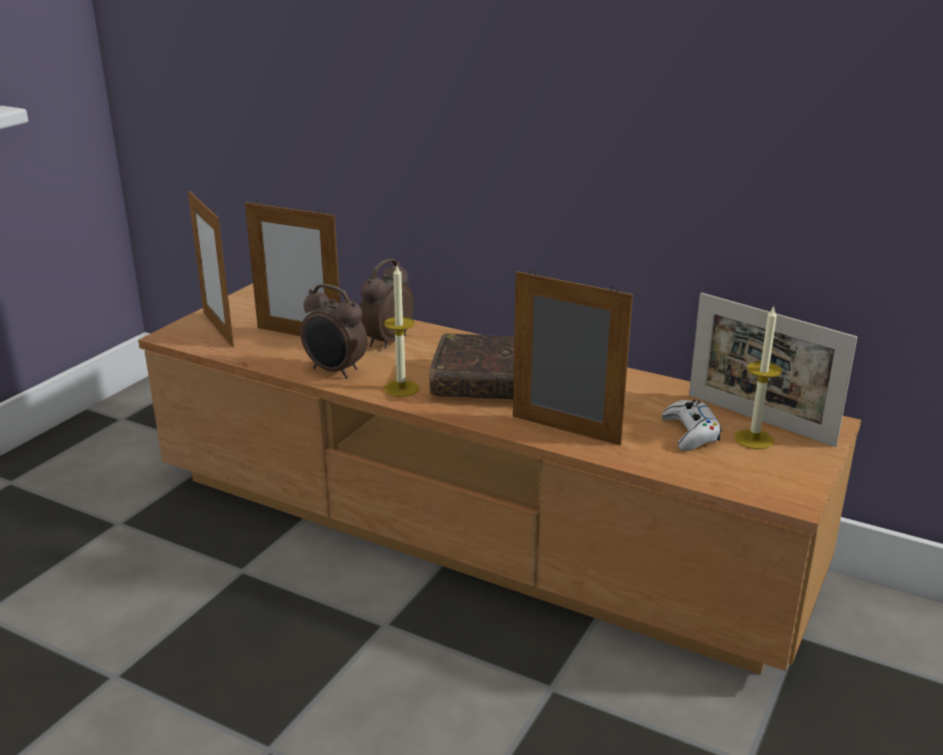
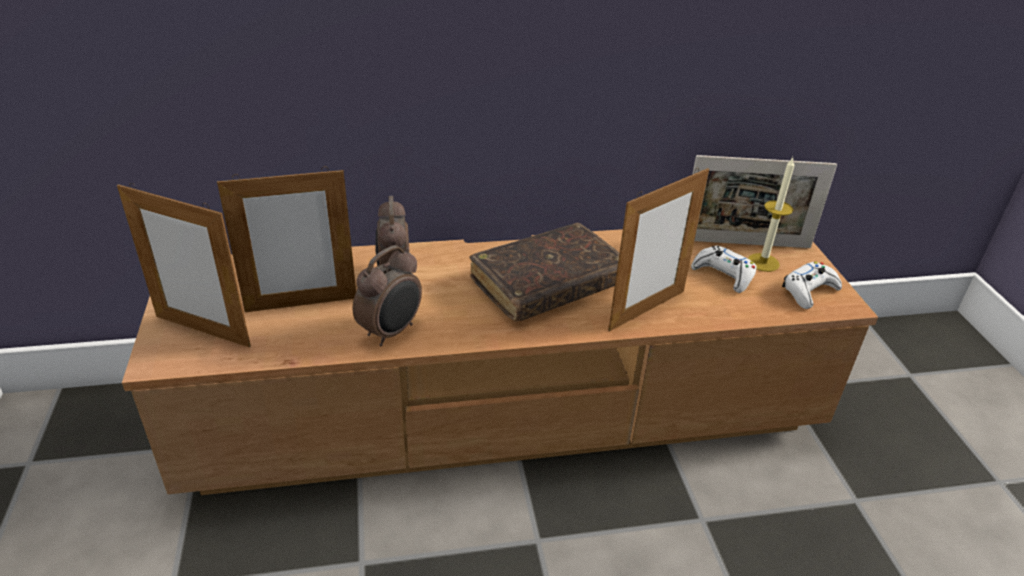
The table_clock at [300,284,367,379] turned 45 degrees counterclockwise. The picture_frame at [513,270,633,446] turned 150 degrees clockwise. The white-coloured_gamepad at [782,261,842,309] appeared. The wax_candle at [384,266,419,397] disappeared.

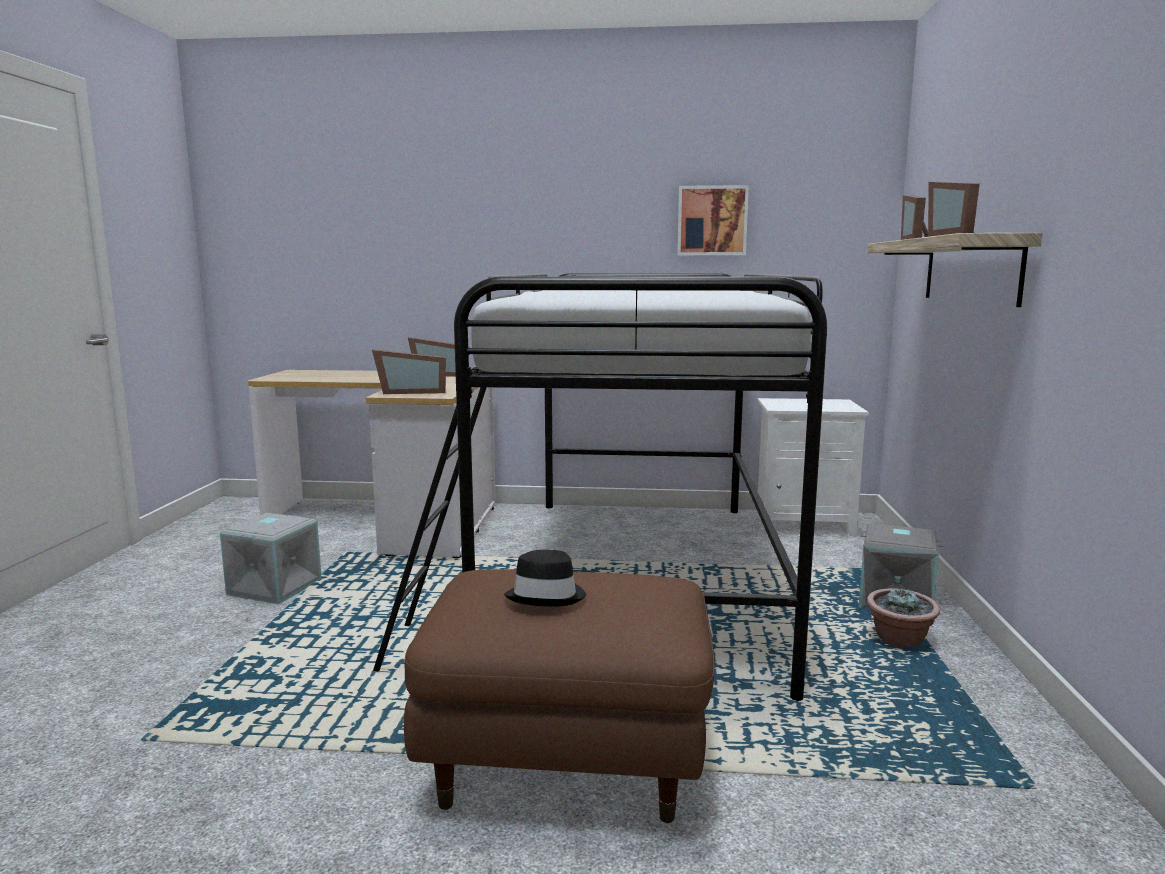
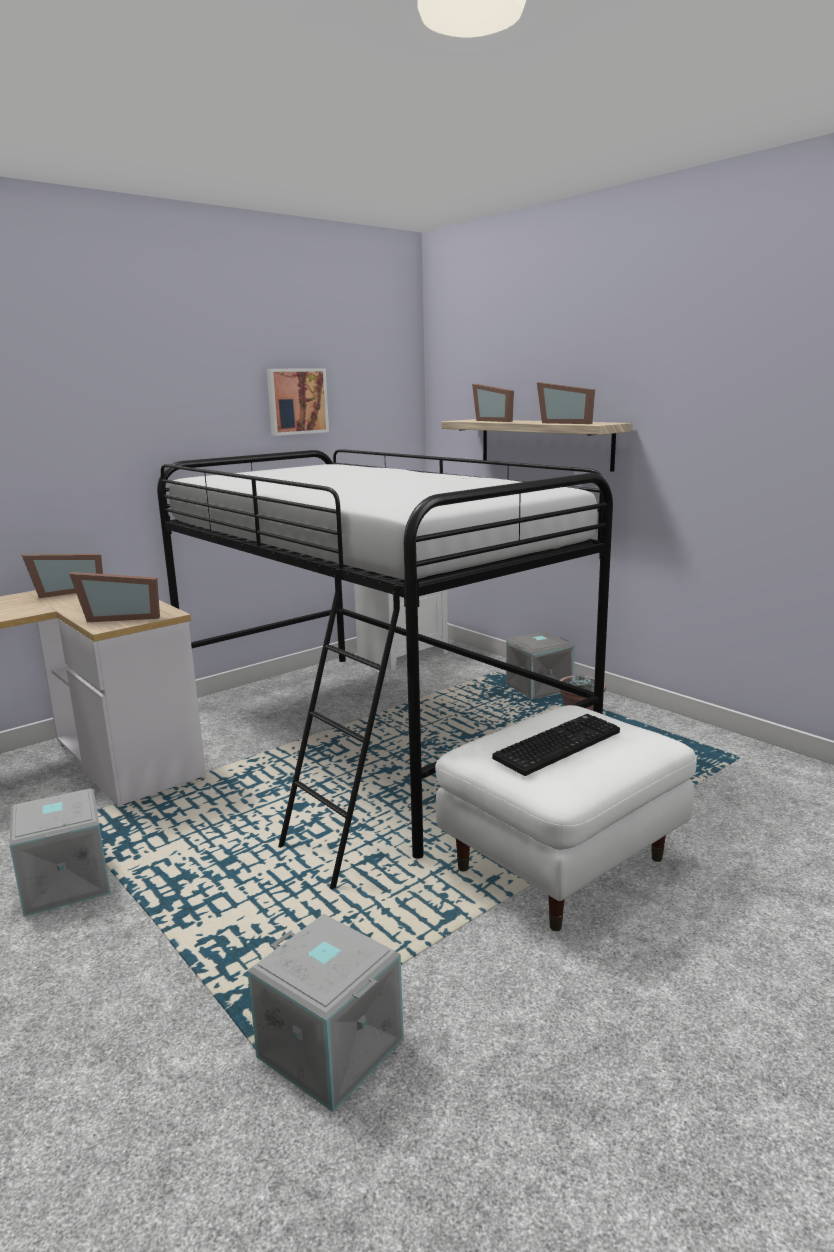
The picture_frame at [372,349,446,394] turned 45 degrees clockwise. The greyish_storage_container at [248,914,404,1112] appeared. The brownish_ottoman at [404,569,715,823] became the white-coloured_ottoman at [435,705,697,931]. The black_hat at [504,550,586,607] was replaced by the keyboard at [492,714,620,776].

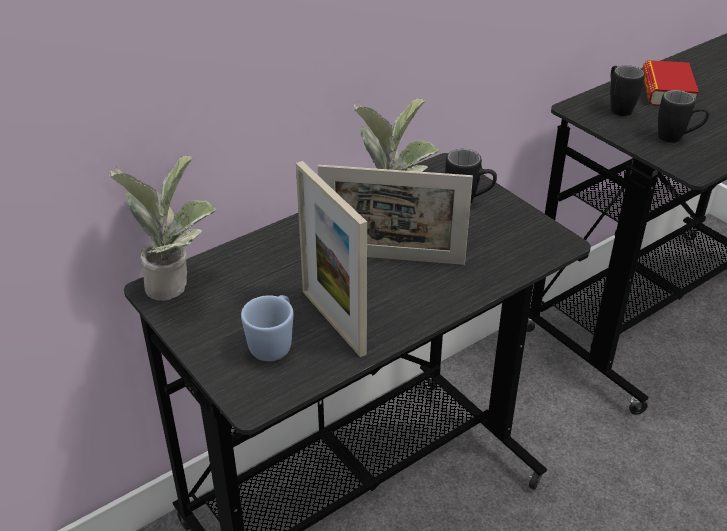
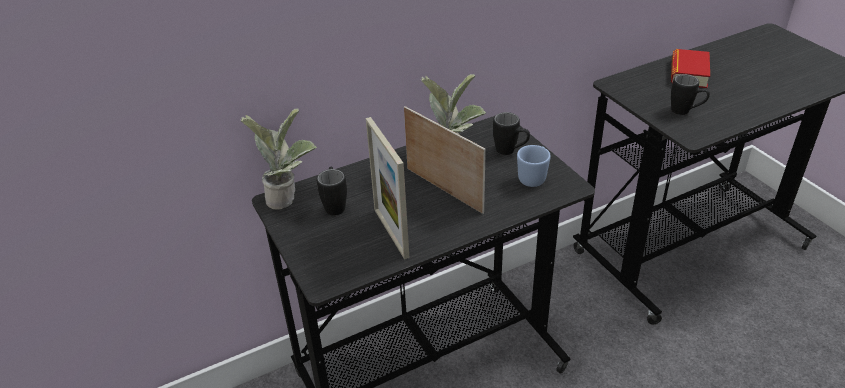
The black_coffee_mug moved from [610,65,645,116] to [317,167,347,215]. The picture_frame at [317,165,473,265] turned 150 degrees counterclockwise. The blue-coloured_coffee_mug moved from [241,295,293,361] to [517,145,551,187].

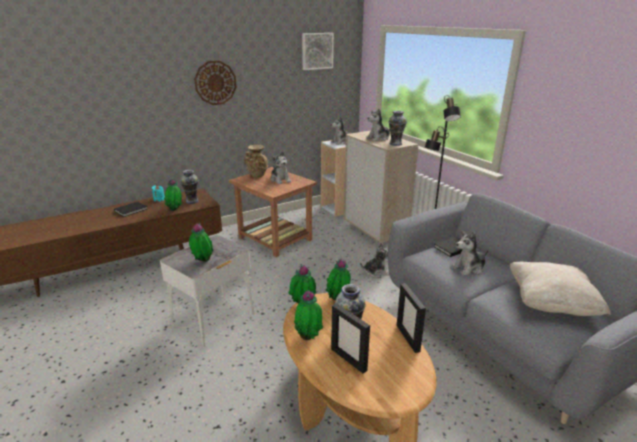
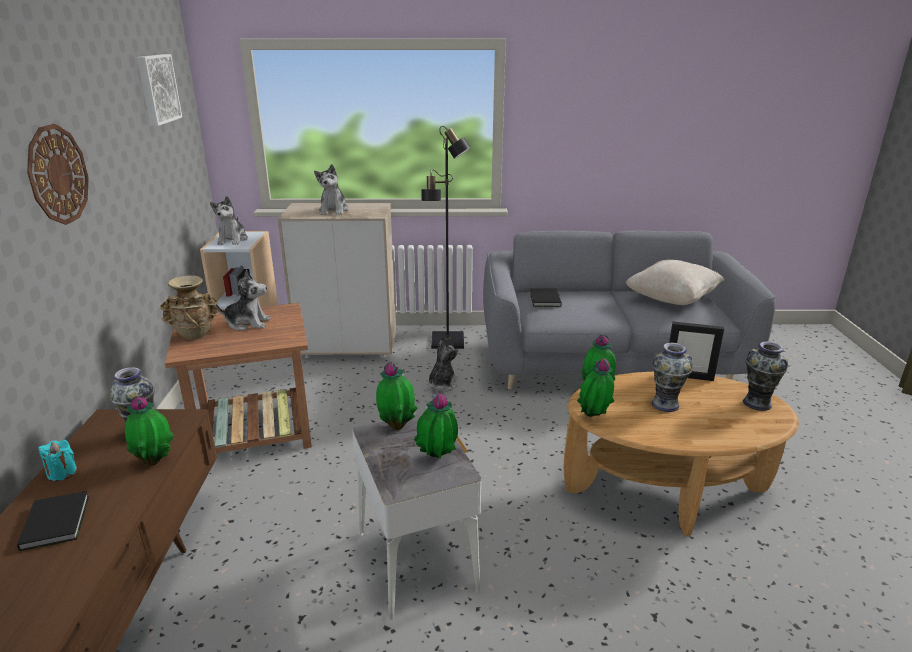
The plant_in_a_pot moved from [294,290,323,340] to [376,362,418,430]. The flower_vase moved from [389,111,407,146] to [743,341,788,411]. The picture_frame at [331,303,370,374] disappeared. The soft_toy at [451,230,489,276] disappeared.

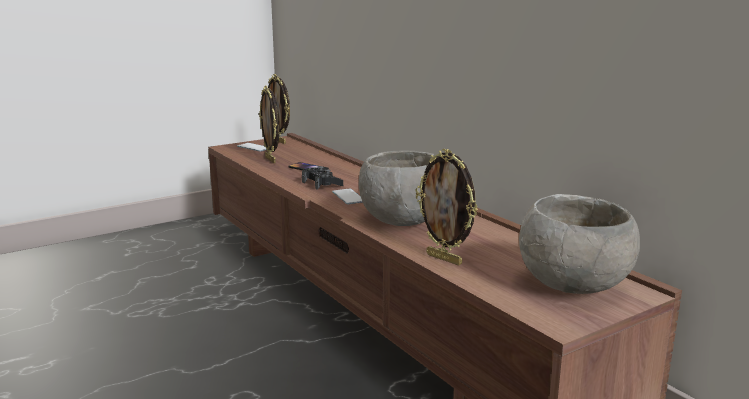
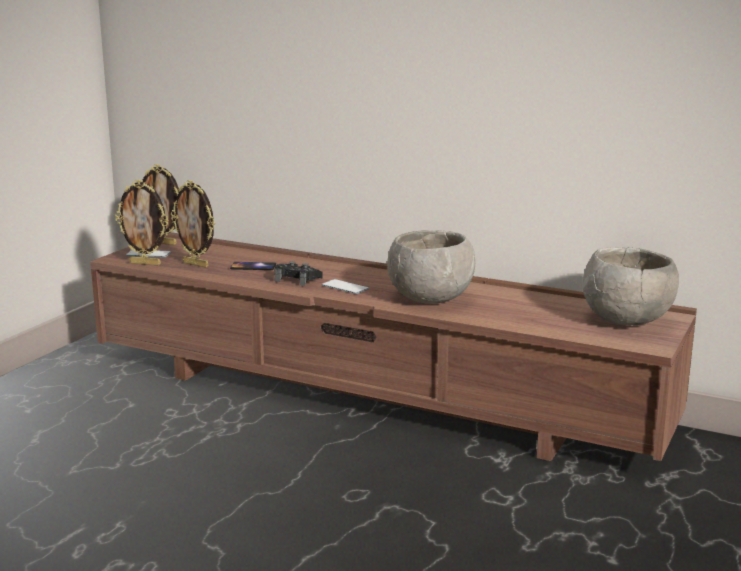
The picture_frame moved from [415,149,478,266] to [115,180,169,265].

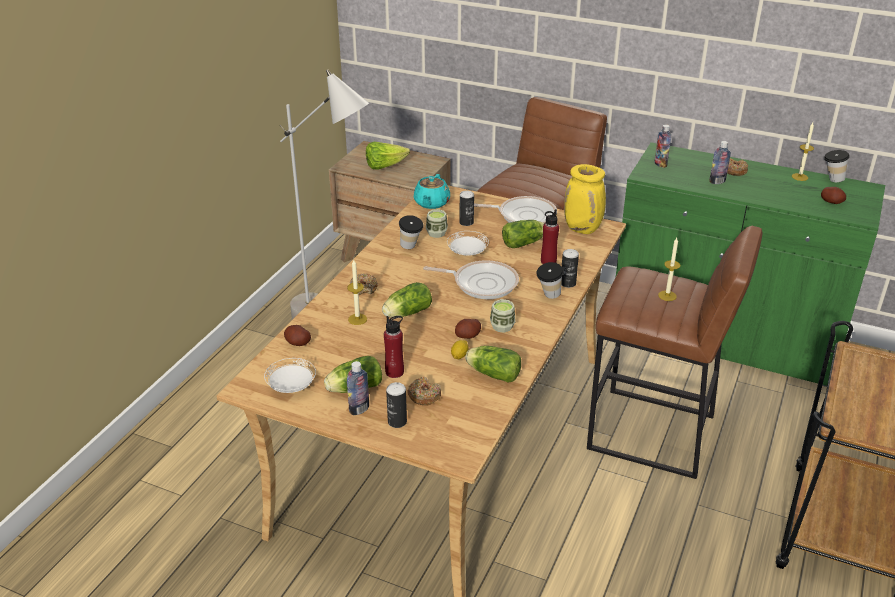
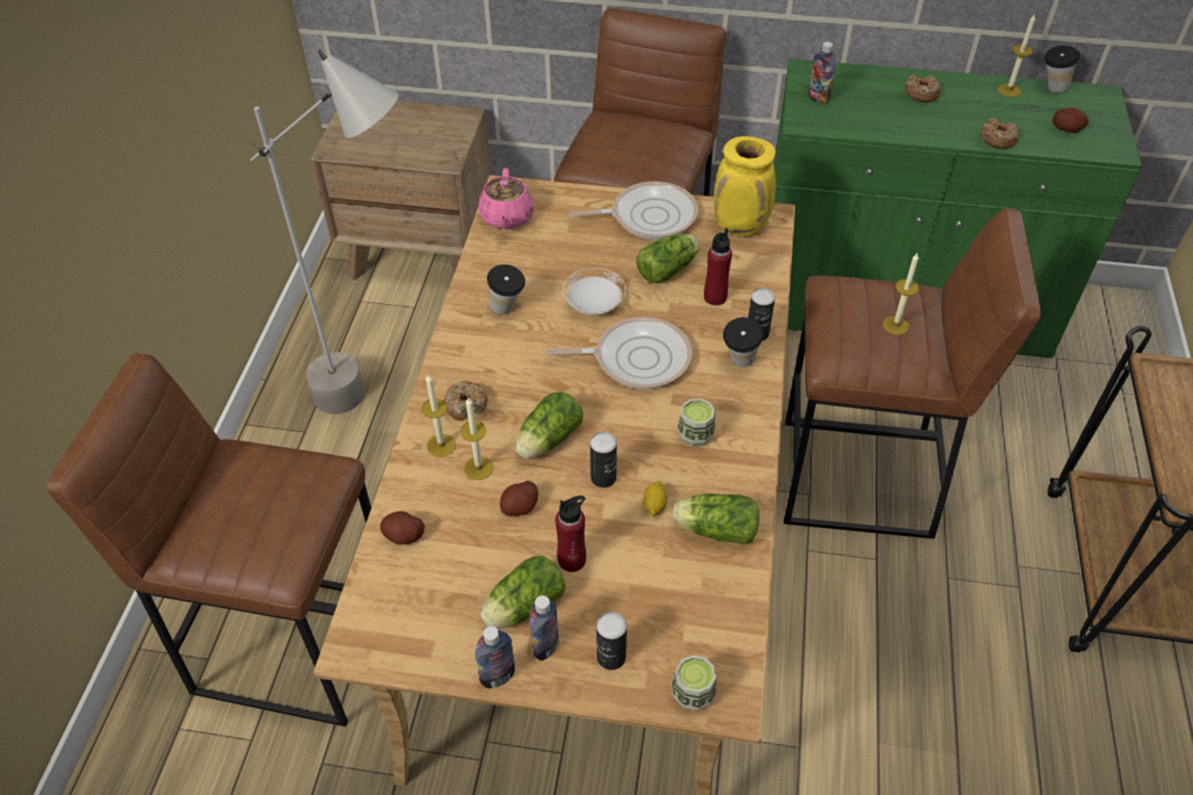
The brownish_sitting_stool at [46,353,371,727] appeared. The wax_candle at [422,374,456,457] appeared. The bottle moved from [709,141,731,184] to [475,626,515,689]. The turquoise_pot_for_tea at [414,174,450,209] became the pinkish_pot_for_tea at [478,168,534,229]. The spud moved from [455,319,481,339] to [500,481,538,516]. The metal_can moved from [459,191,474,226] to [590,432,617,488]. The drinking_cup moved from [426,209,448,238] to [671,655,717,711]. The ring_doughnut moved from [407,377,441,406] to [981,118,1019,149]. The white-coloured_flat_dish at [264,358,316,393] disappeared. The head_of_lettuce at [366,142,410,170] disappeared.

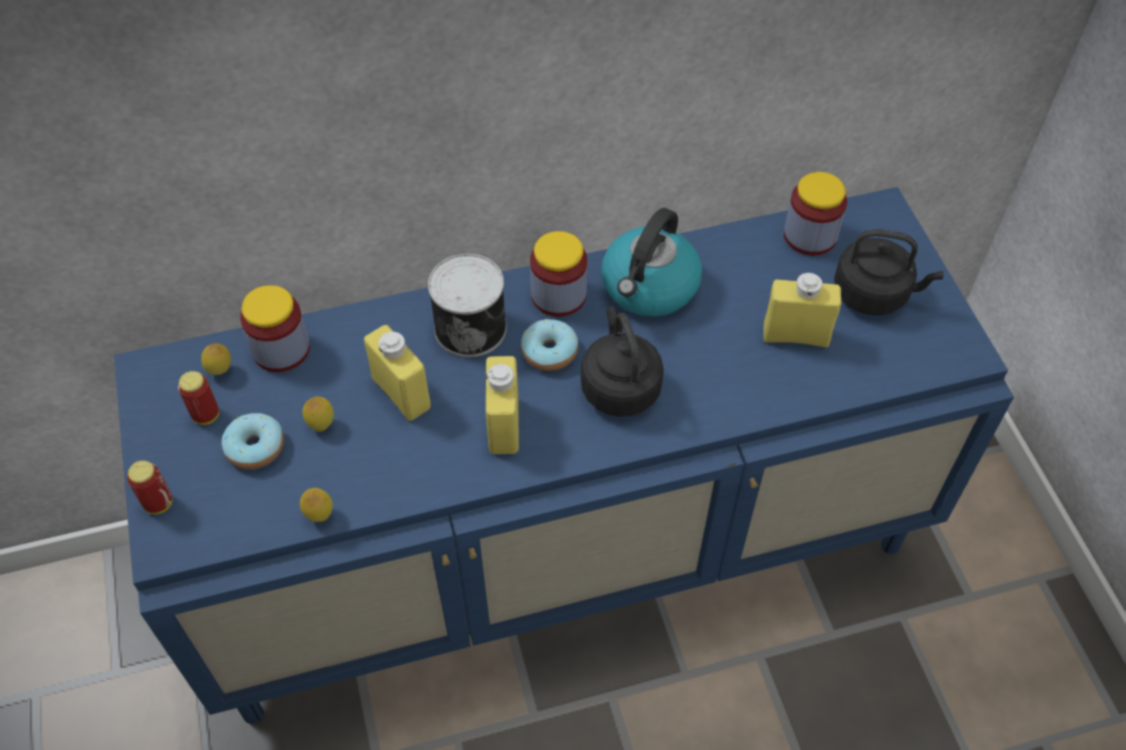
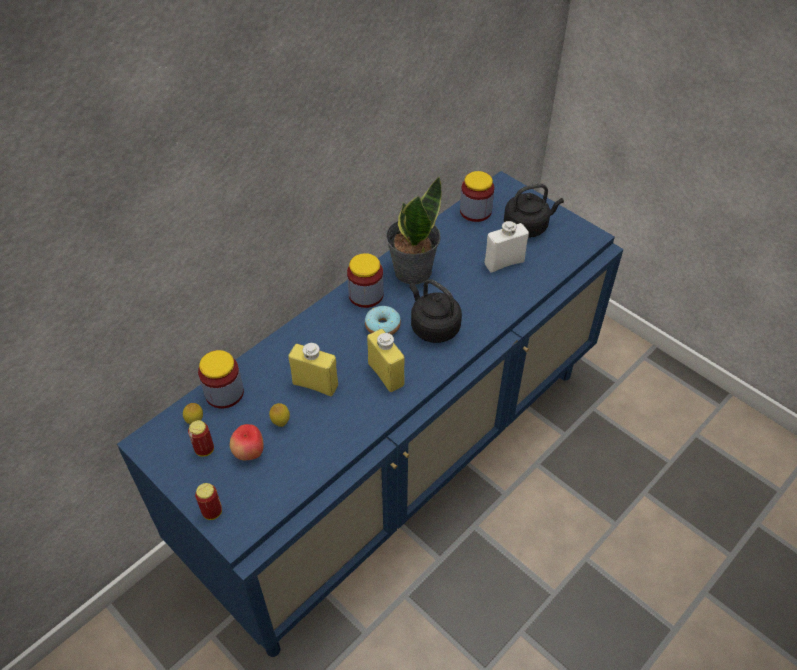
The ring_doughnut at [222,413,284,469] was replaced by the apple at [230,424,264,460]. The water_kettle at [601,208,702,317] was replaced by the plant_in_a_pot at [386,176,442,284]. The yellowish_bottle at [763,273,841,347] became the white-coloured_bottle at [485,221,529,273]. The lemon at [300,488,333,522] disappeared. The metal_can at [428,254,507,358] disappeared.

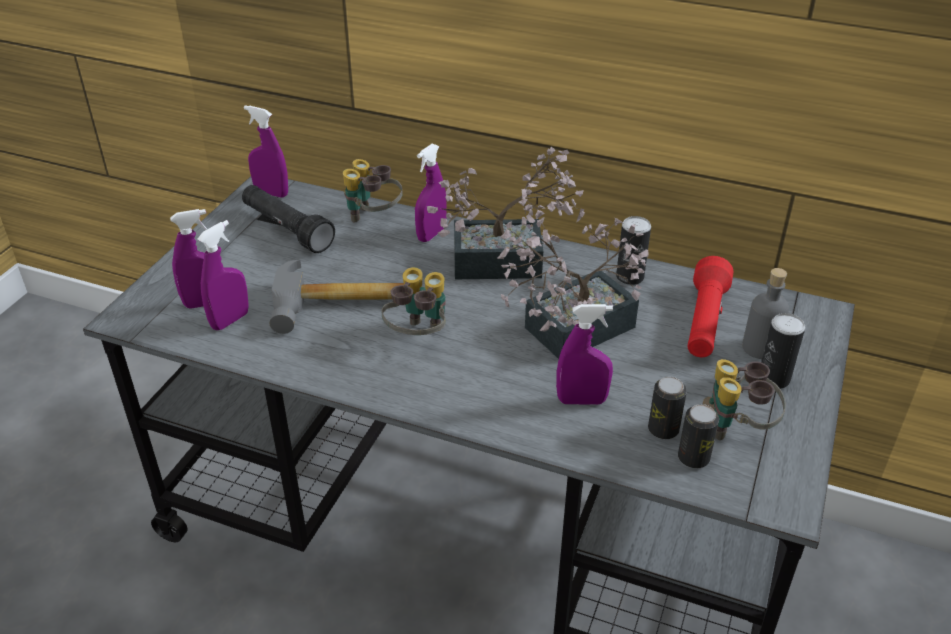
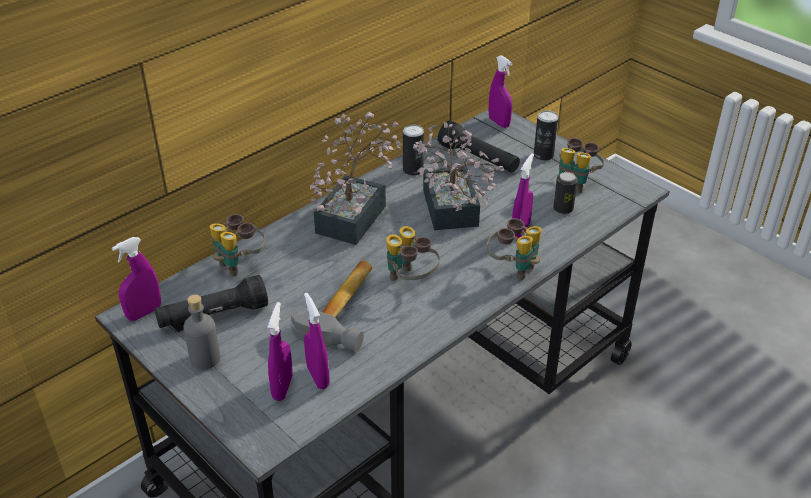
The greyish_bottle moved from [742,268,789,359] to [183,295,220,369]. The red_flashlight at [688,256,733,357] became the black_flashlight at [438,121,520,173]. The binoculars at [487,218,542,281] appeared. The purple-coloured_spray_bottle moved from [415,144,447,242] to [489,55,512,128]. The metal_can at [678,404,719,468] disappeared.

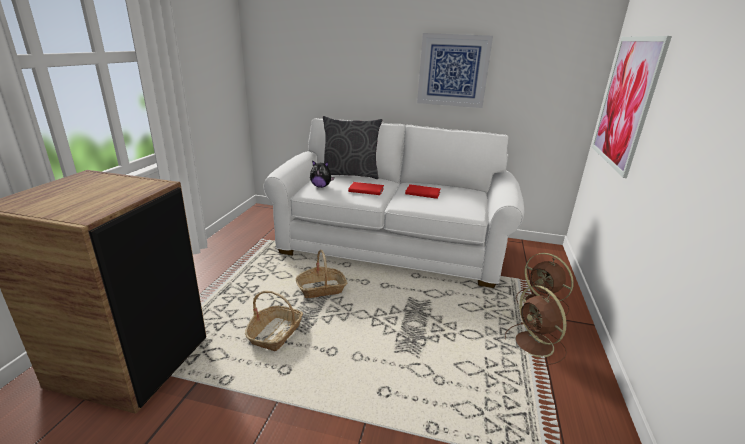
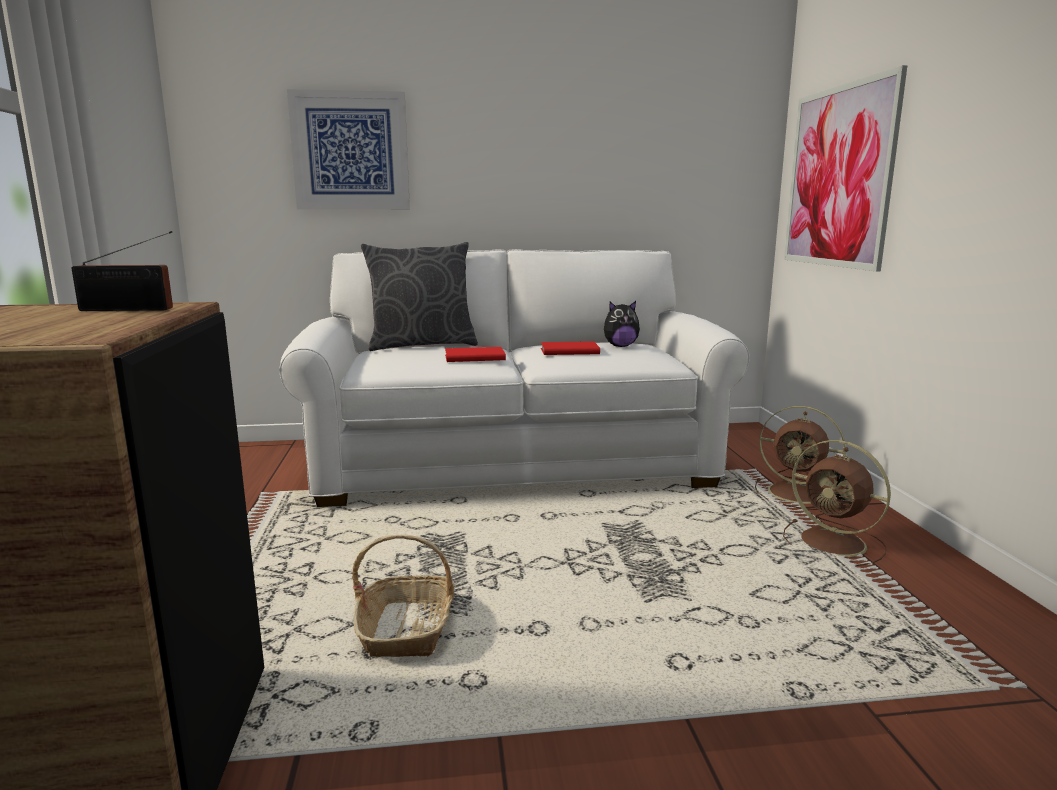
The radio_set at [72,231,173,311] appeared. The wall_art moved from [417,33,493,108] to [287,89,410,210]. The soft_toy moved from [310,160,334,188] to [604,301,640,347]. The household_basket at [296,250,347,298] disappeared.

